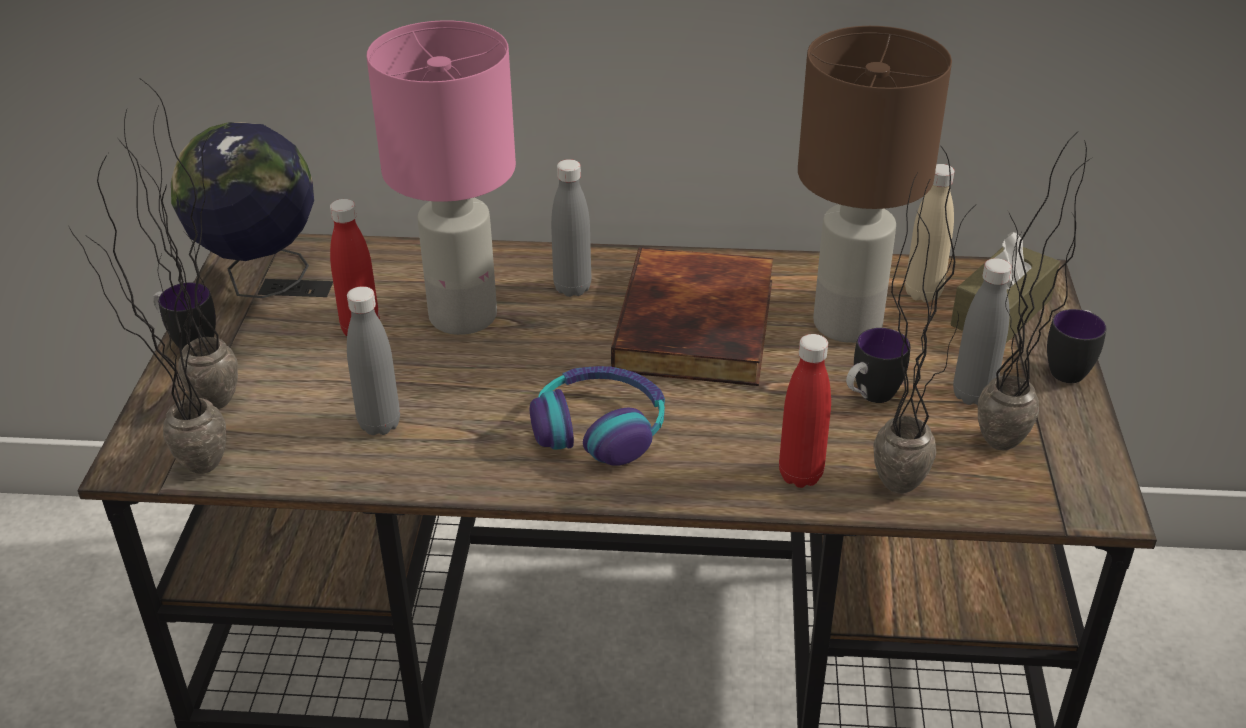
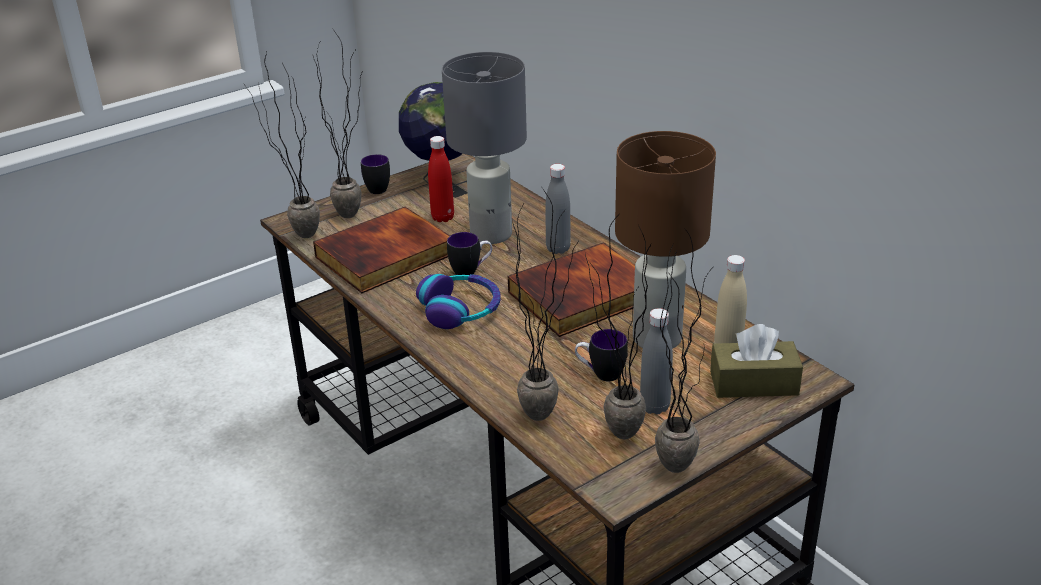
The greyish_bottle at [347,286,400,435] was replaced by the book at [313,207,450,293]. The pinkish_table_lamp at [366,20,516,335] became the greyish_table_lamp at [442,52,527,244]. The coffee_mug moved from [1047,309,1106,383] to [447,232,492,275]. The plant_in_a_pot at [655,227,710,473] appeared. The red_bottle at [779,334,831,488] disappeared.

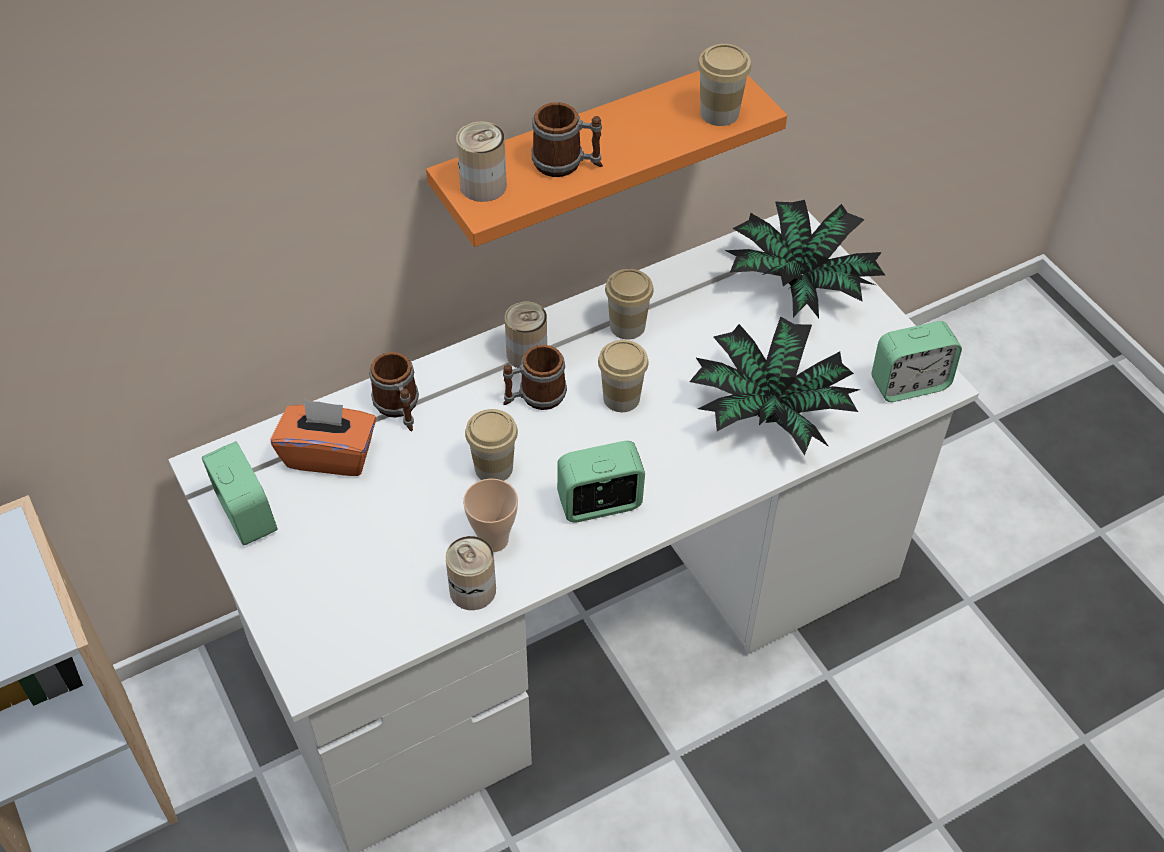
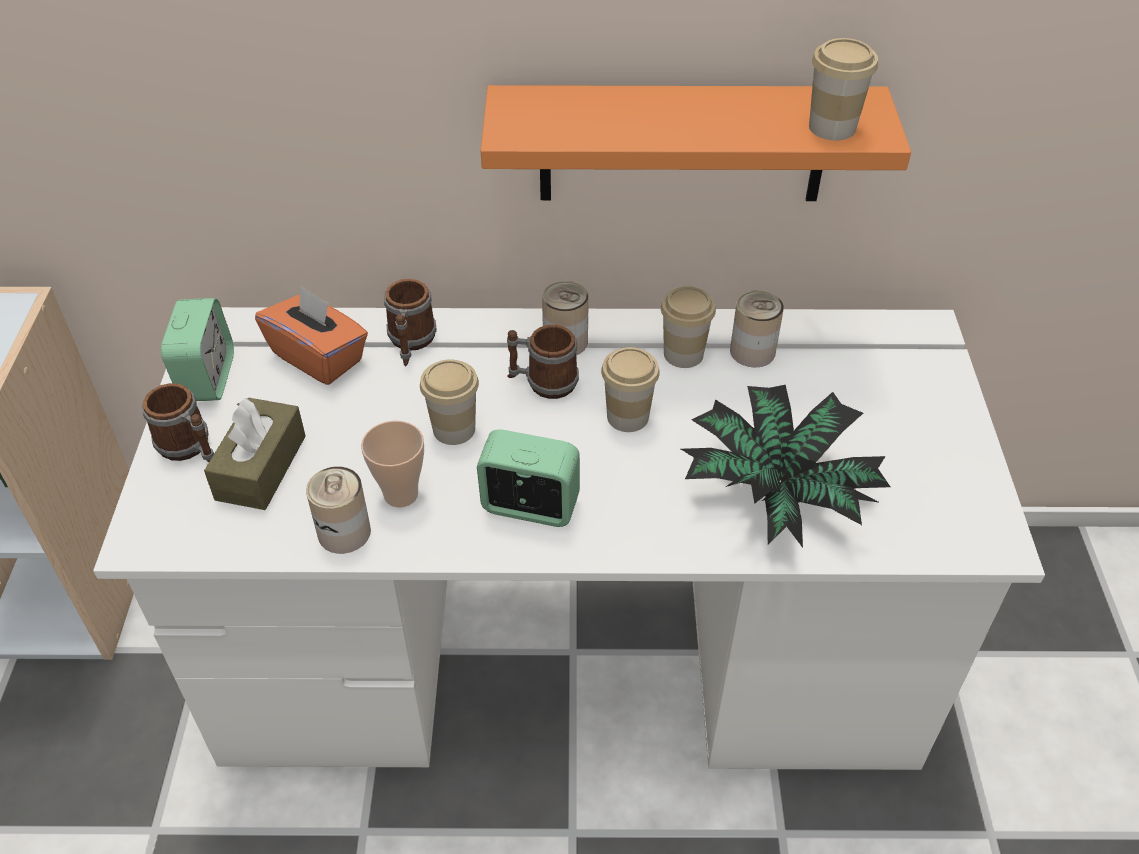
The coffee_mug moved from [531,102,603,177] to [142,383,214,462]. The brownish_tissue_box at [204,398,306,510] appeared. The metal_can moved from [456,122,507,202] to [730,290,784,367]. The plant_in_a_pot at [725,200,885,318] disappeared. The table_clock at [871,321,962,402] disappeared.

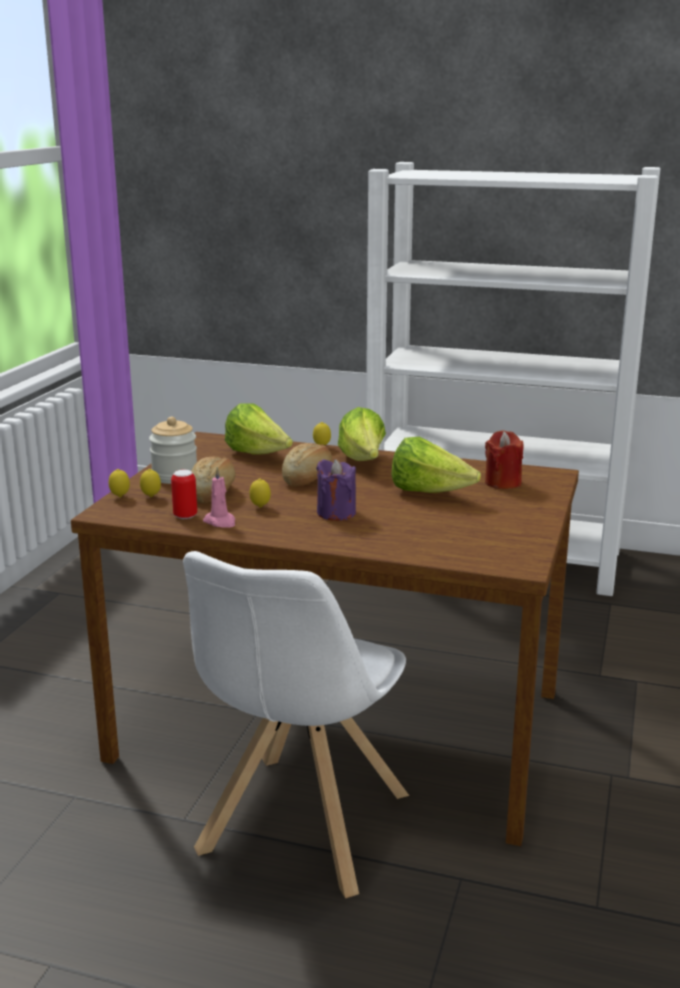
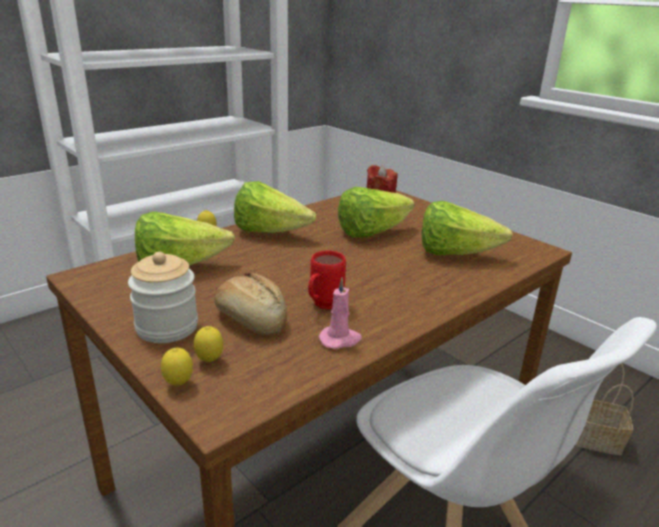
The lemon at [249,479,271,507] was replaced by the red_coffee_mug at [308,251,346,310]. The head_of_lettuce at [422,201,513,255] appeared. The household_basket at [576,363,634,455] appeared. The metal_can at [171,470,197,519] disappeared. The baked_bread at [282,443,333,487] disappeared. The purple-coloured_wax_candle at [316,459,356,521] disappeared.

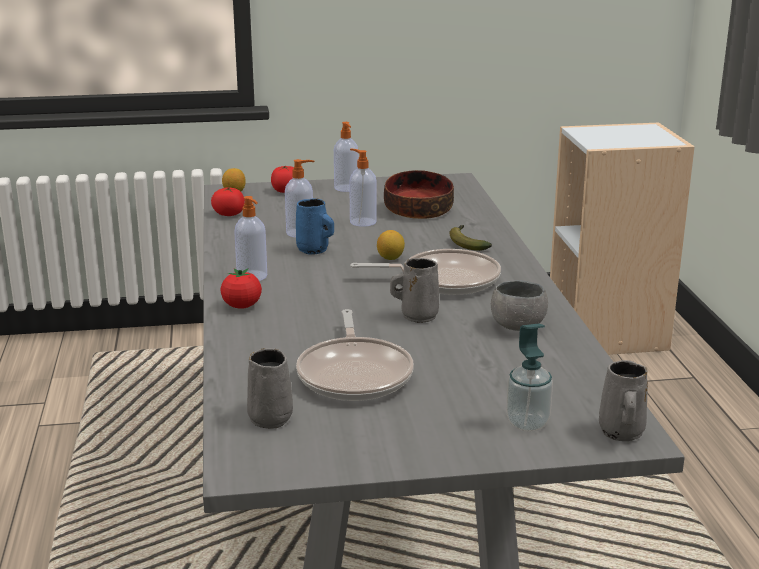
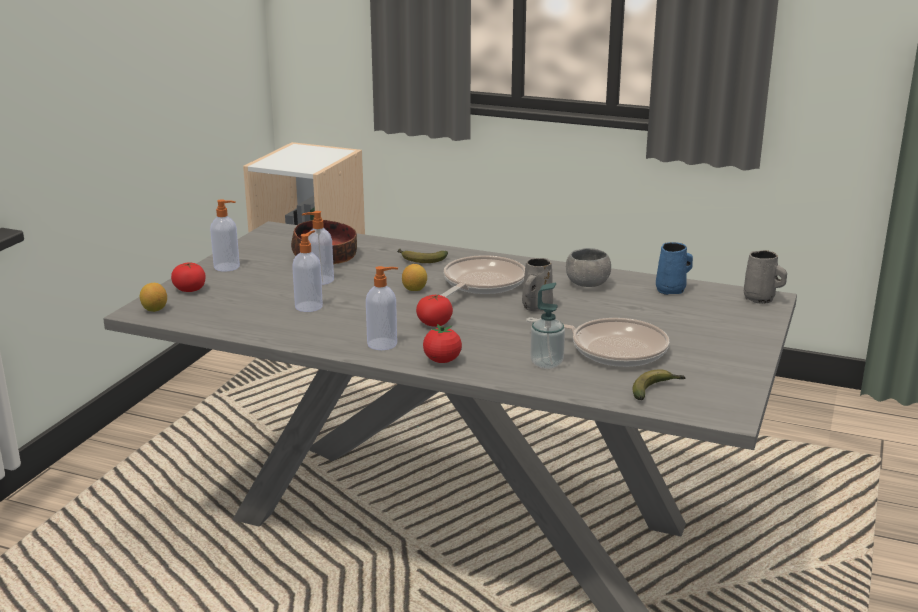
The fresh_tomato moved from [211,187,245,216] to [416,294,453,327]. The soap_bottle moved from [506,323,553,432] to [530,283,565,369]. The greyish_coffee_mug at [247,348,293,429] was replaced by the banana_fruit at [633,369,686,400]. The blue-coloured_coffee_mug moved from [296,198,334,254] to [656,242,693,295].

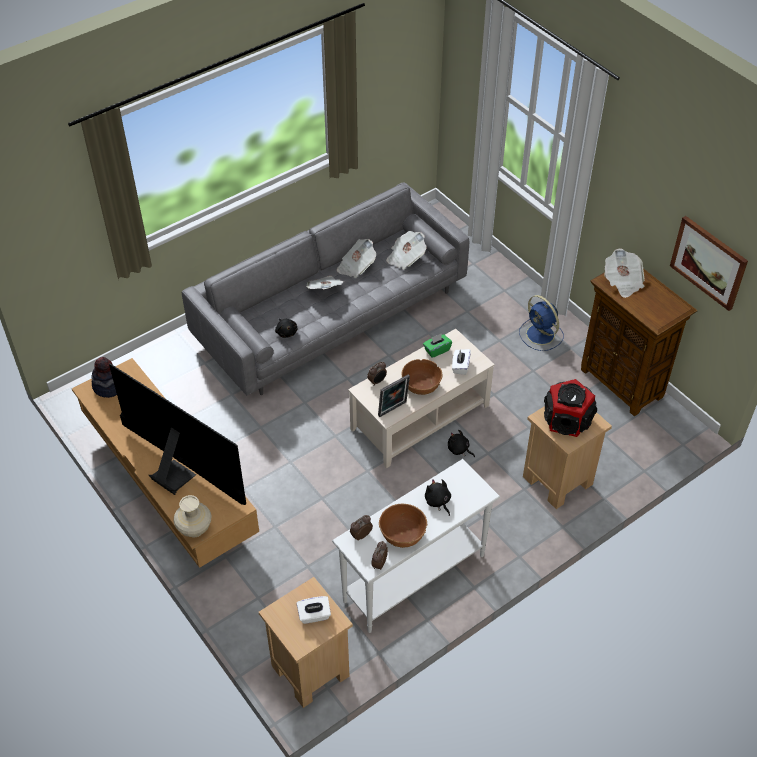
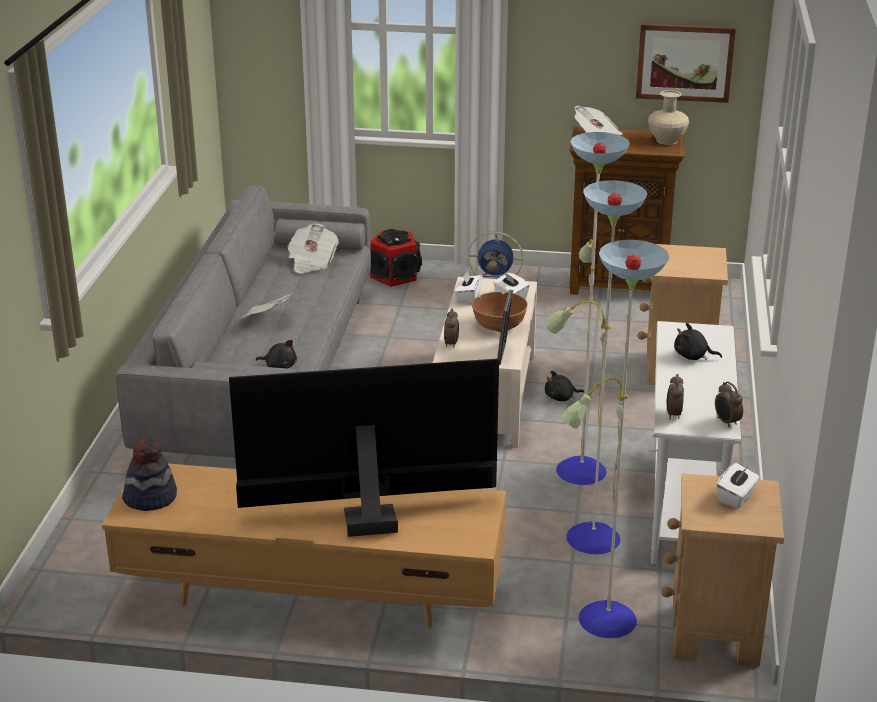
The loudspeaker moved from [544,379,597,437] to [370,229,422,287]. The green-coloured_tissue_box at [423,334,452,358] became the white-coloured_tissue_box at [455,270,483,304]. The standing_lamp at [544,132,669,638] appeared. The beige-coloured_flower_vase moved from [173,495,212,537] to [648,90,689,145]. The daily_paper at [337,239,376,278] disappeared. The brownish_deep_dish at [379,504,427,548] disappeared.

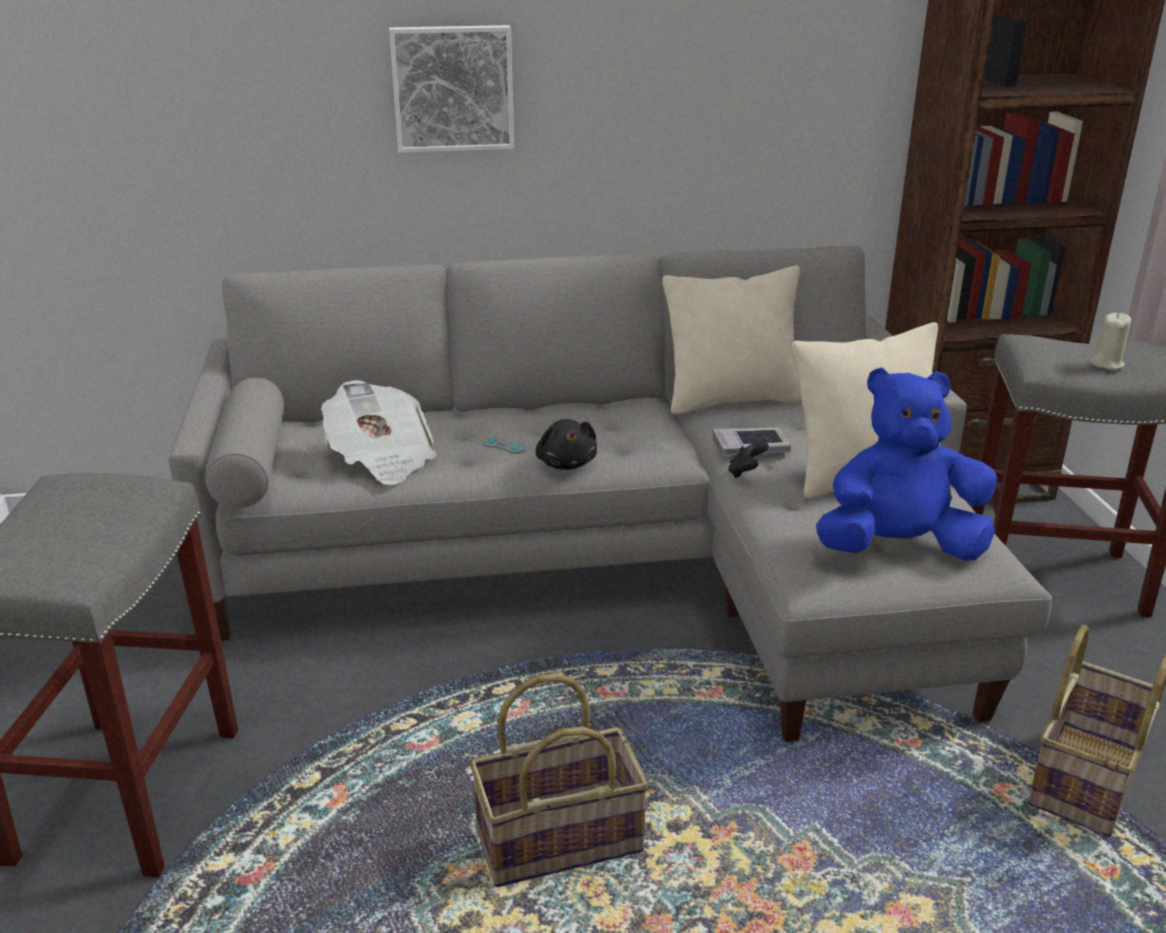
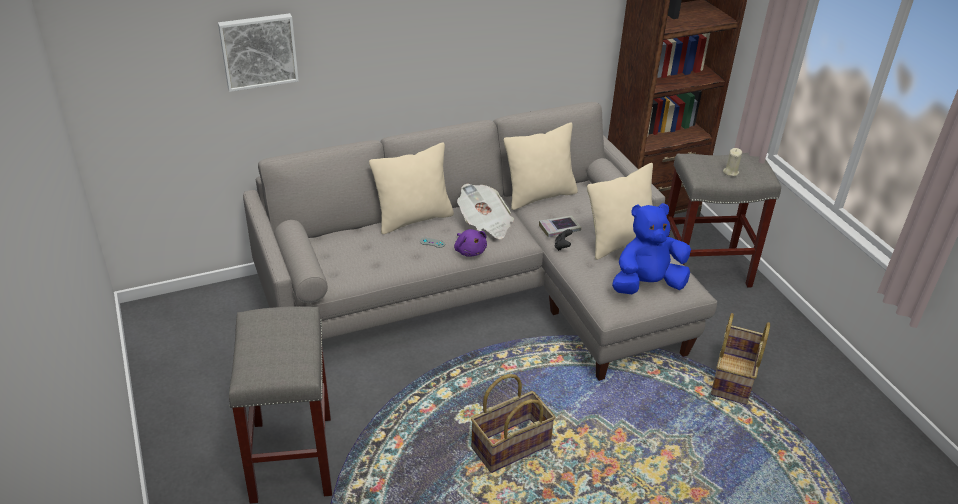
The wall_art moved from [389,25,514,153] to [218,13,299,92]. The beige-coloured_throw_pillow at [369,142,454,234] appeared. The black_soft_toy at [535,419,597,470] became the purple-coloured_soft_toy at [454,229,487,257]. The daily_paper moved from [321,380,437,485] to [457,184,514,239].

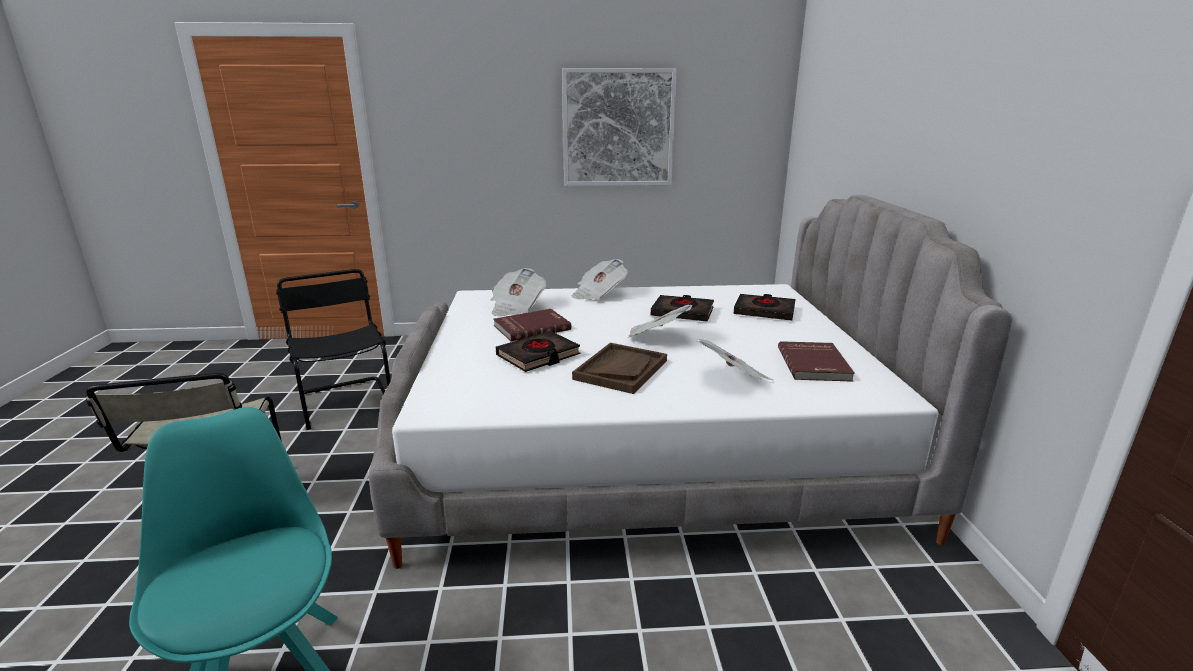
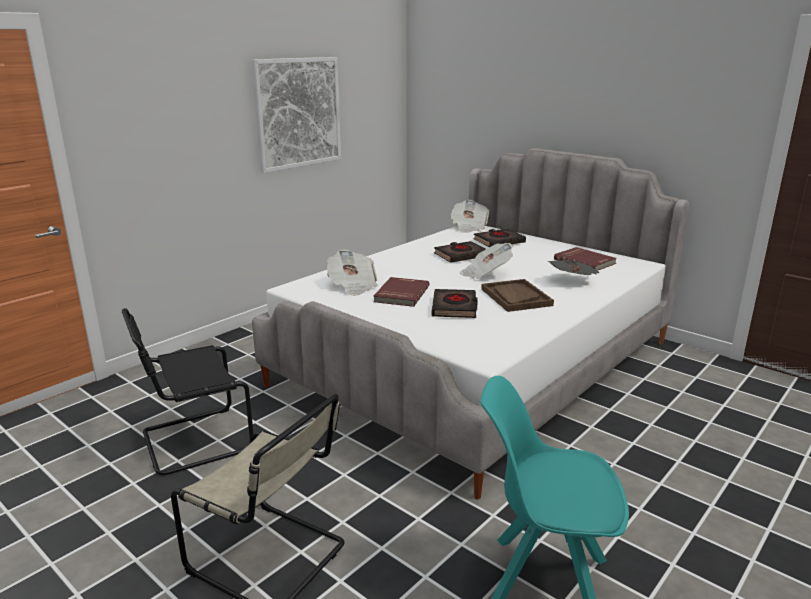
The black_upright_chair at [276,269,391,430] turned 45 degrees counterclockwise. The daily_paper moved from [572,259,628,300] to [450,200,489,233].

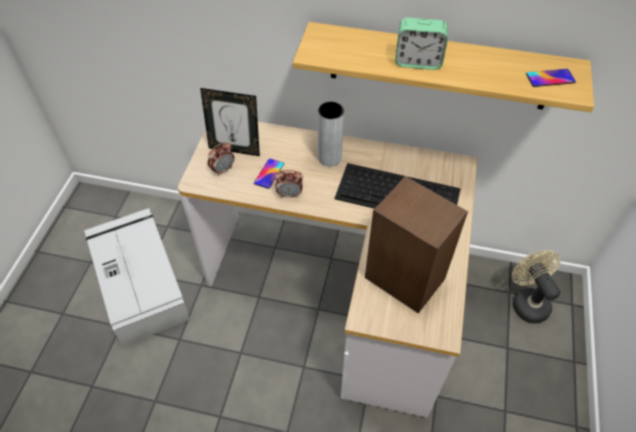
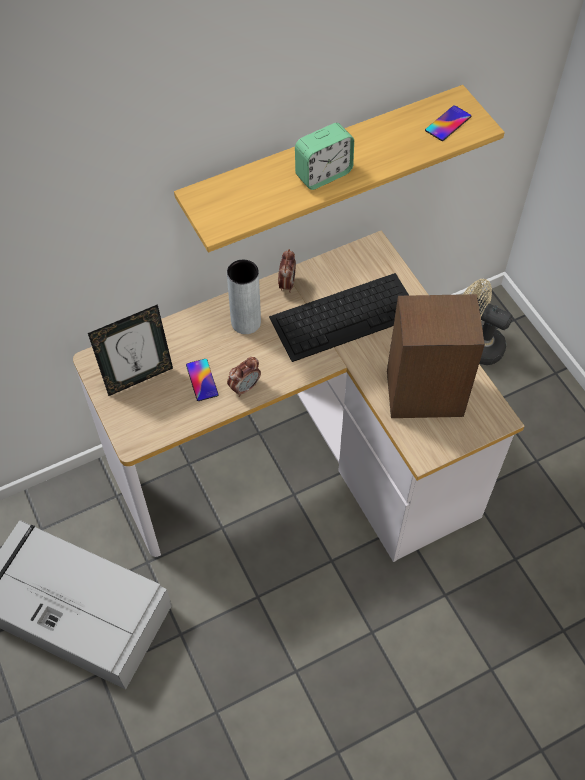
The table_clock moved from [208,142,235,176] to [278,249,296,293].

